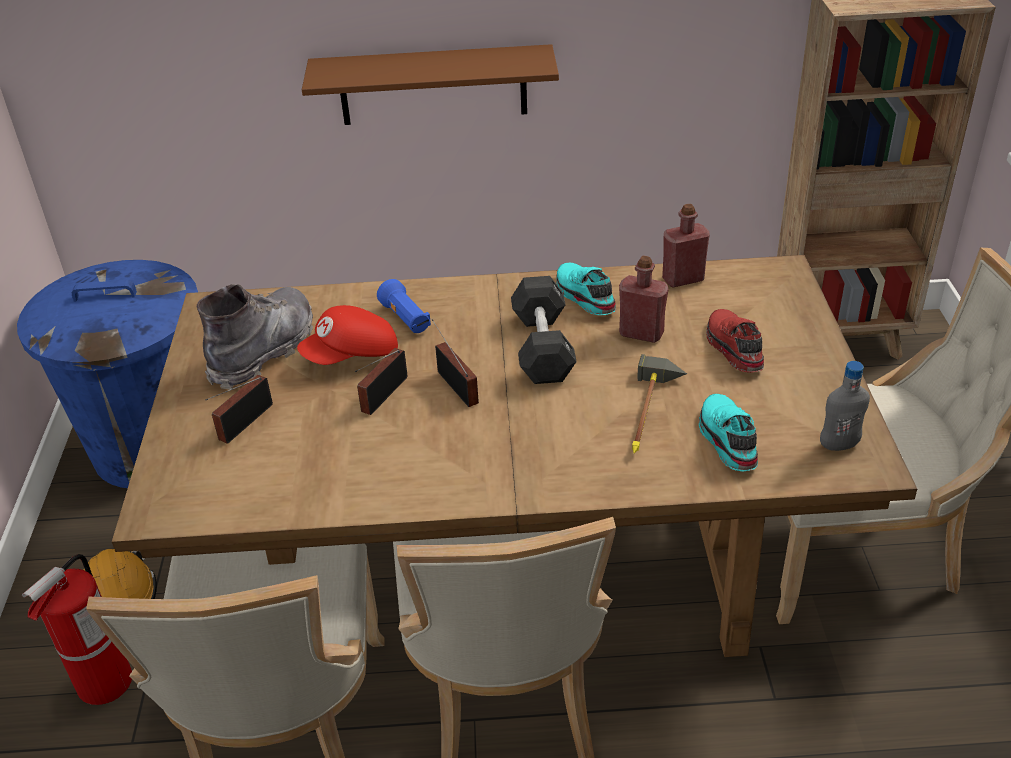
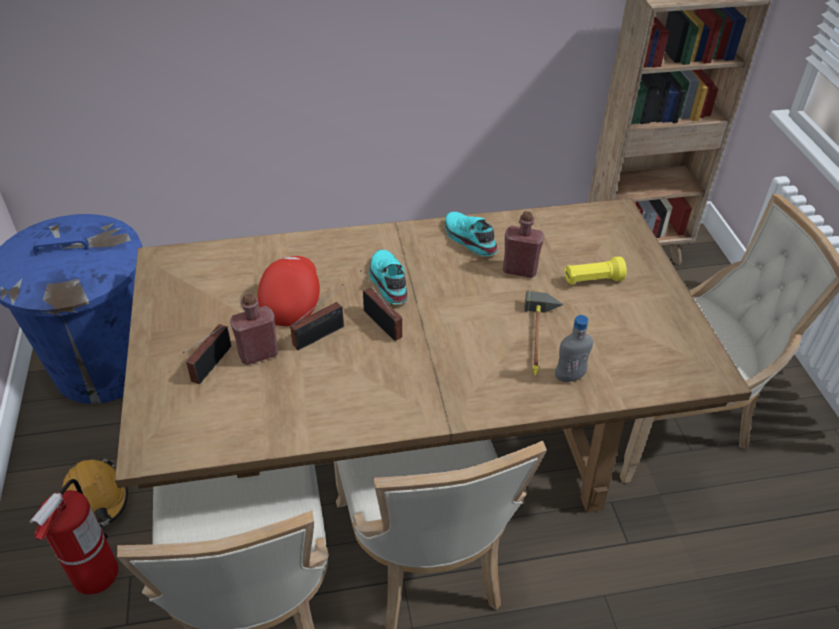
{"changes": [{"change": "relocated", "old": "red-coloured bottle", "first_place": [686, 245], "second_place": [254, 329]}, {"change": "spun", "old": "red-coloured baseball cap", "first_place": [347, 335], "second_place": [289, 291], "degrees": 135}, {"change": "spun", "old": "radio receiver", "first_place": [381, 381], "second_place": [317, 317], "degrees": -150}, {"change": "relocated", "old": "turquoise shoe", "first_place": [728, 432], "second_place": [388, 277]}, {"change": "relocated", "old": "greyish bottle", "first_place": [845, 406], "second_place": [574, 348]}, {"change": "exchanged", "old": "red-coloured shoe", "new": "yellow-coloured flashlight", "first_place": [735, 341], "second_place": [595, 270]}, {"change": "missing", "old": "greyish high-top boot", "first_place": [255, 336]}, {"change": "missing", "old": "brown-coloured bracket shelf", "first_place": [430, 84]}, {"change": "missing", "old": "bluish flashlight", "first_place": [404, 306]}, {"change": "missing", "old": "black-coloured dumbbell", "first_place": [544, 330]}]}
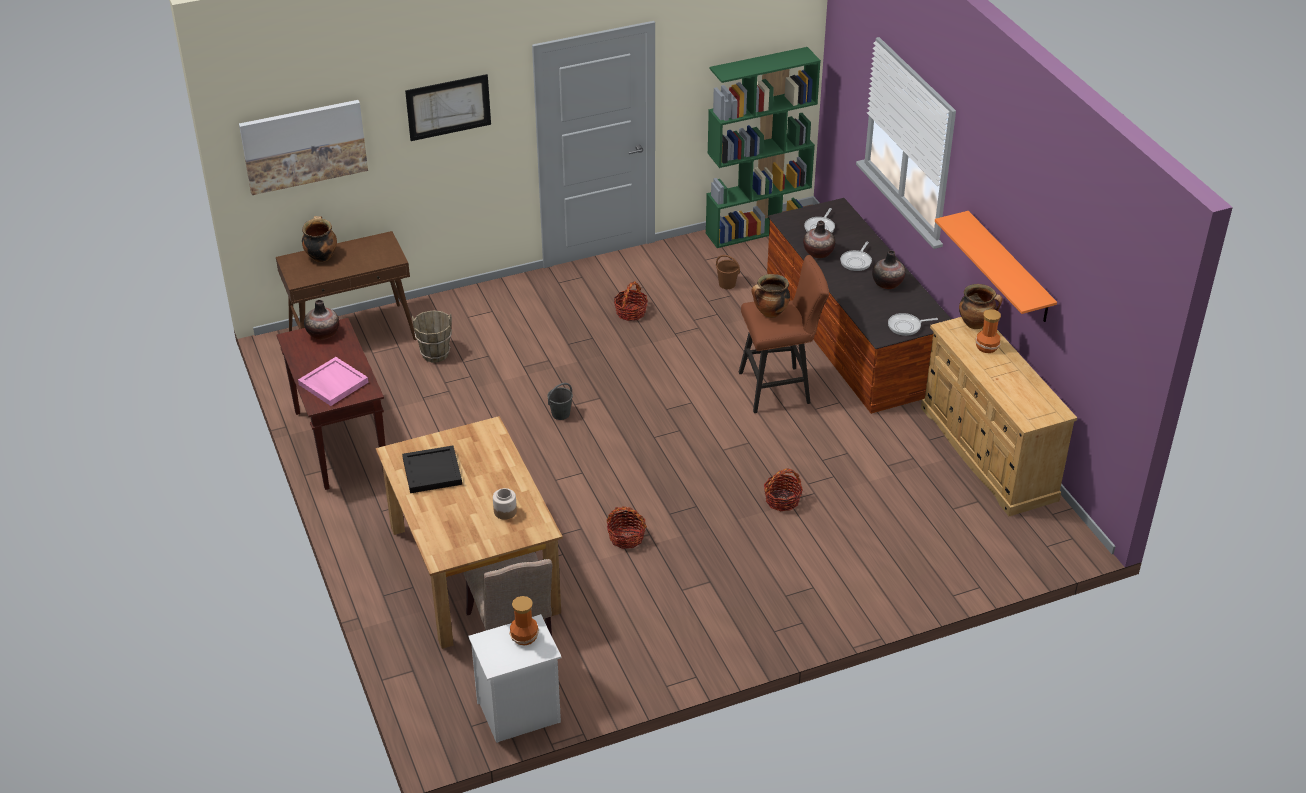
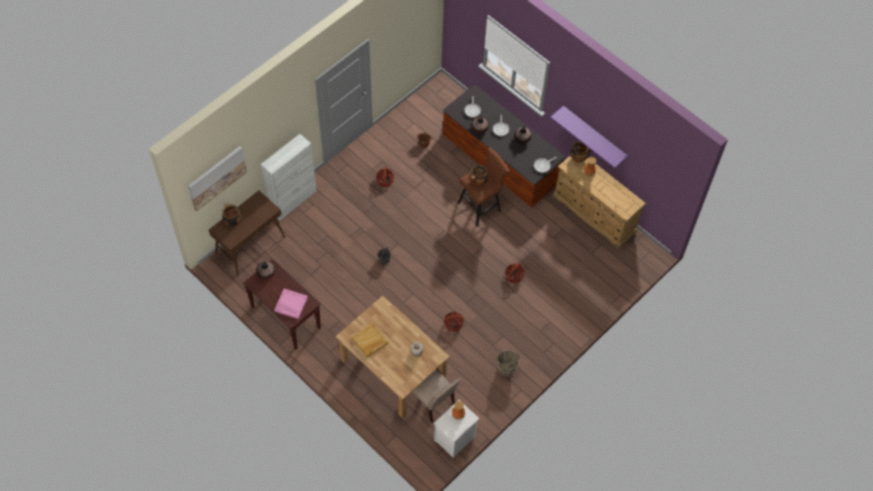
{"changes": [{"change": "appeared", "new": "whitish cabinet", "second_place": [289, 177]}, {"change": "colour", "old": "black-coloured serving tray", "new": "beige serving tray", "first_place": [432, 469], "second_place": [370, 340]}, {"change": "relocated", "old": "brown-coloured water bucket", "first_place": [432, 336], "second_place": [508, 363]}, {"change": "colour", "old": "orange-coloured bracket shelf", "new": "purple bracket shelf", "first_place": [996, 266], "second_place": [589, 137]}, {"change": "missing", "old": "picture", "first_place": [448, 107]}, {"change": "missing", "old": "green shelving unit", "first_place": [763, 147]}]}
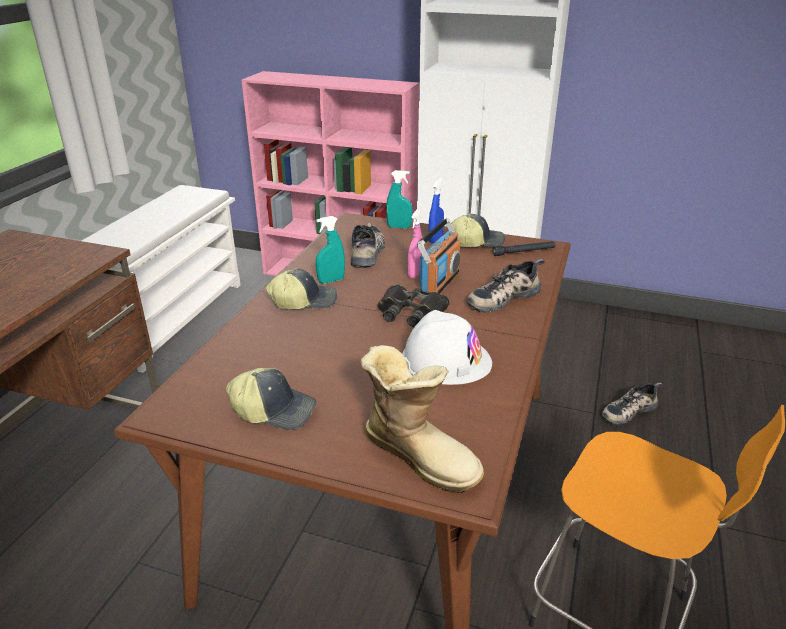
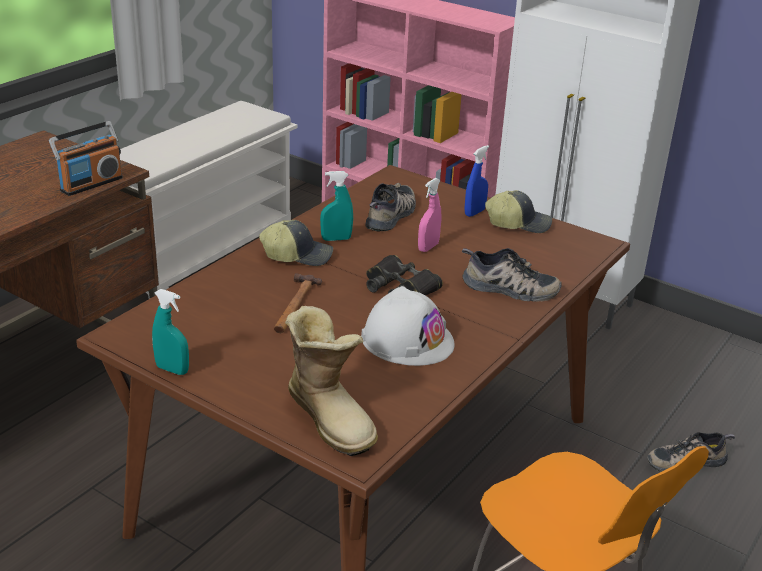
{"changes": [{"change": "relocated", "old": "radio receiver", "first_place": [438, 256], "second_place": [86, 158]}, {"change": "relocated", "old": "turquoise sprayer", "first_place": [399, 199], "second_place": [170, 332]}, {"change": "appeared", "new": "tool hammer", "second_place": [298, 303]}, {"change": "spun", "old": "shoe", "first_place": [506, 285], "second_place": [512, 275], "degrees": -150}, {"change": "missing", "old": "baseball cap", "first_place": [271, 399]}, {"change": "missing", "old": "black-coloured flashlight", "first_place": [523, 248]}]}
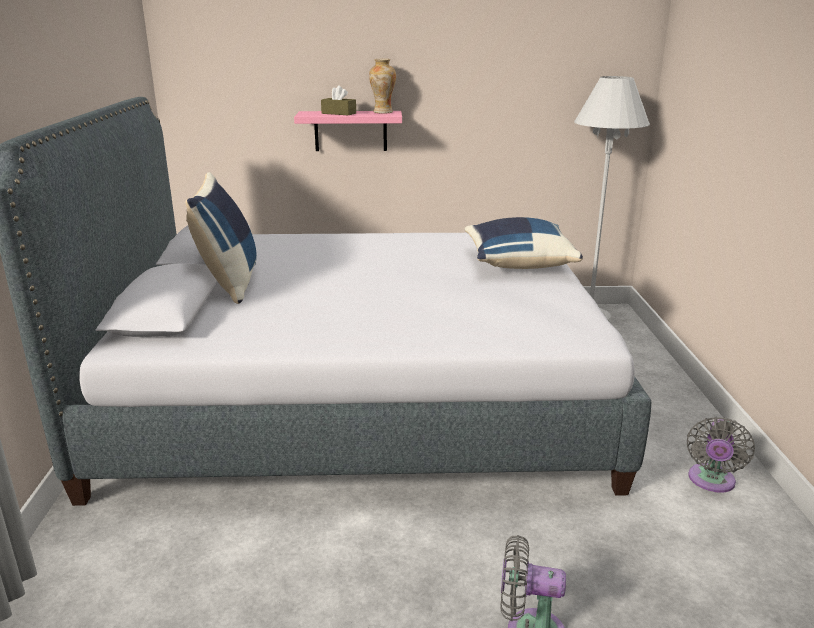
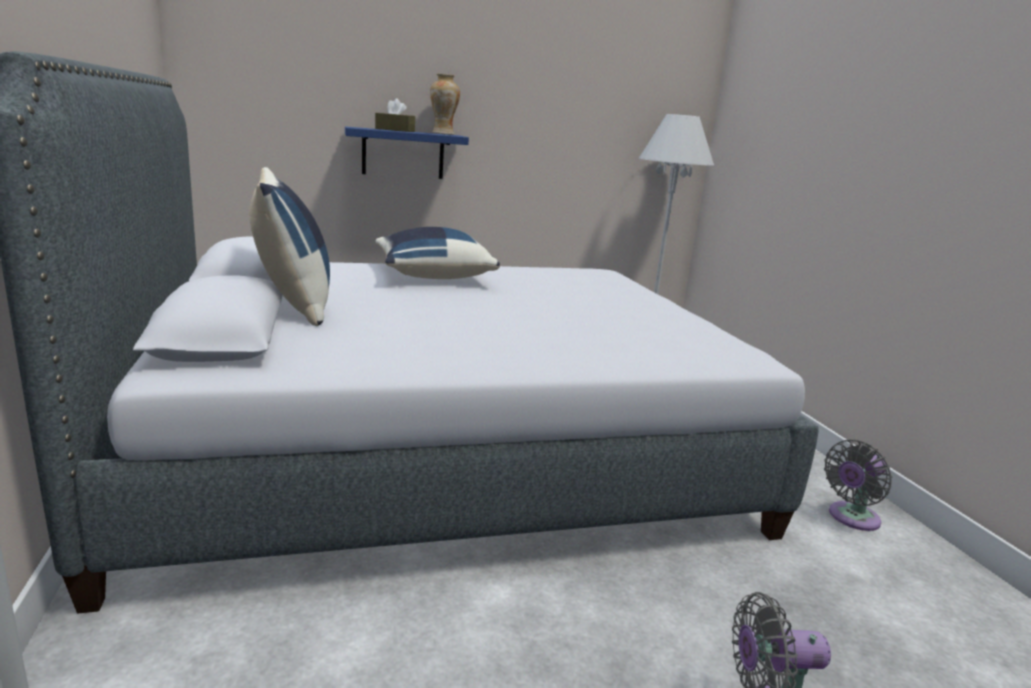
{"changes": [{"change": "colour", "old": "pinkish bracket shelf", "new": "bluish bracket shelf", "first_place": [348, 131], "second_place": [407, 152]}, {"change": "relocated", "old": "bluish pillow", "first_place": [524, 243], "second_place": [438, 253]}, {"change": "spun", "old": "greyish electric fan", "first_place": [721, 455], "second_place": [858, 485], "degrees": 45}]}
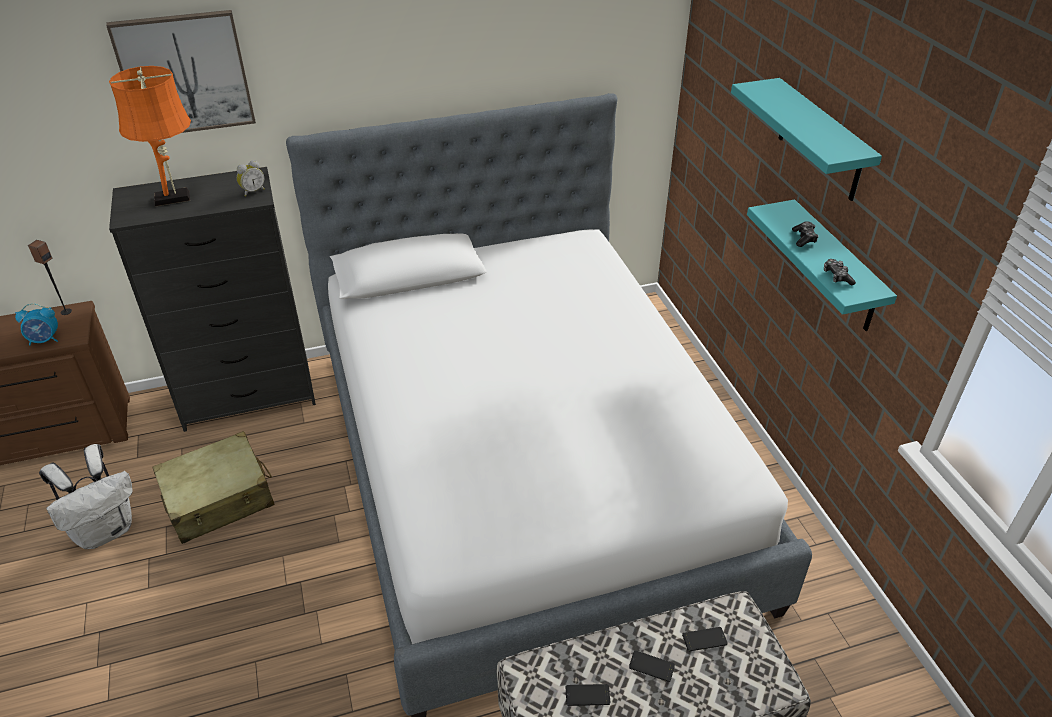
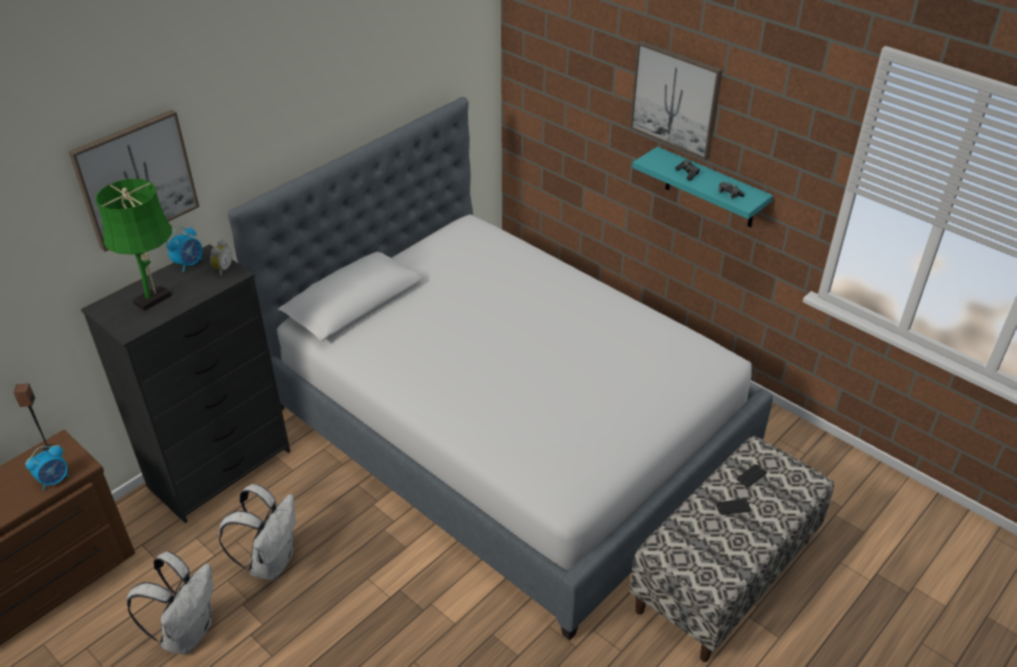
{"changes": [{"change": "colour", "old": "orange-coloured tabletop lamp", "new": "green tabletop lamp", "first_place": [150, 136], "second_place": [134, 245]}, {"change": "appeared", "new": "bedside clock", "second_place": [184, 249]}, {"change": "exchanged", "old": "beige piece of luggage", "new": "whitish rucksack", "first_place": [213, 487], "second_place": [257, 532]}, {"change": "exchanged", "old": "turquoise bracket shelf", "new": "picture", "first_place": [806, 139], "second_place": [676, 100]}, {"change": "missing", "old": "phone", "first_place": [588, 695]}]}
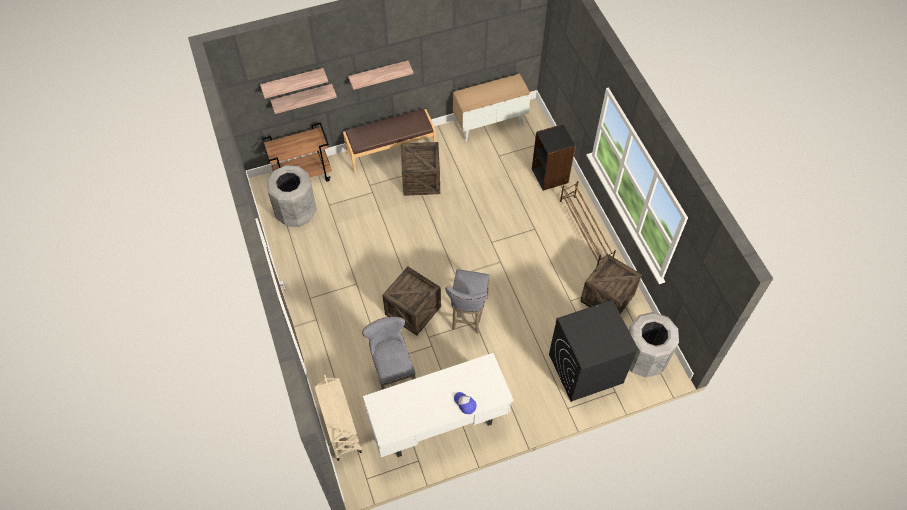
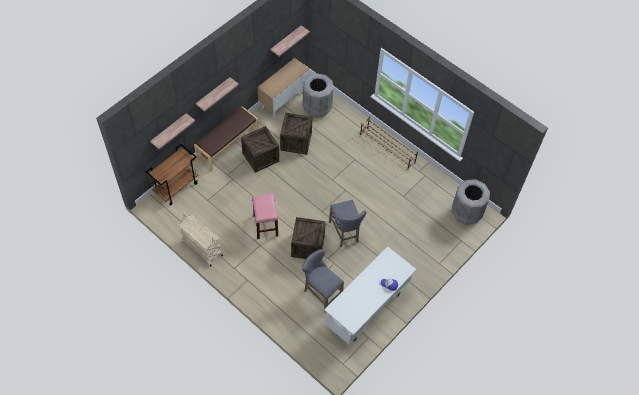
{"changes": [{"change": "relocated", "old": "beige wheeled cart", "first_place": [338, 418], "second_place": [201, 239]}, {"change": "appeared", "new": "pinkish stool seat", "second_place": [265, 216]}, {"change": "relocated", "old": "bracket shelf", "first_place": [294, 83], "second_place": [290, 40]}, {"change": "relocated", "old": "packing crate", "first_place": [611, 284], "second_place": [296, 134]}, {"change": "relocated", "old": "greyish waste bin", "first_place": [291, 196], "second_place": [318, 95]}, {"change": "missing", "old": "black-coloured shelving unit", "first_place": [554, 157]}, {"change": "missing", "old": "black-coloured laundry appliance", "first_place": [594, 351]}]}
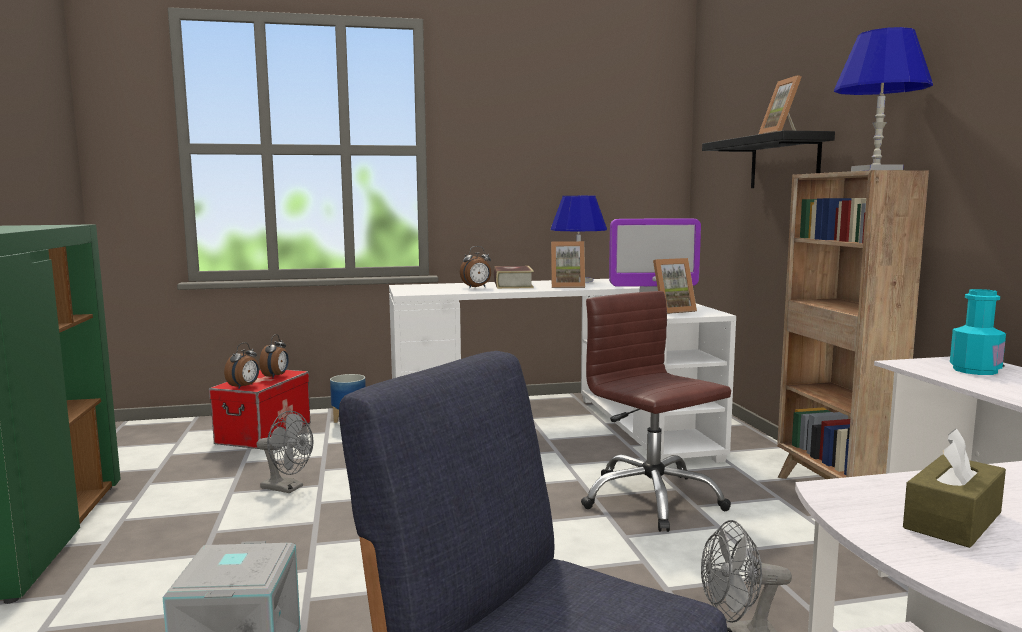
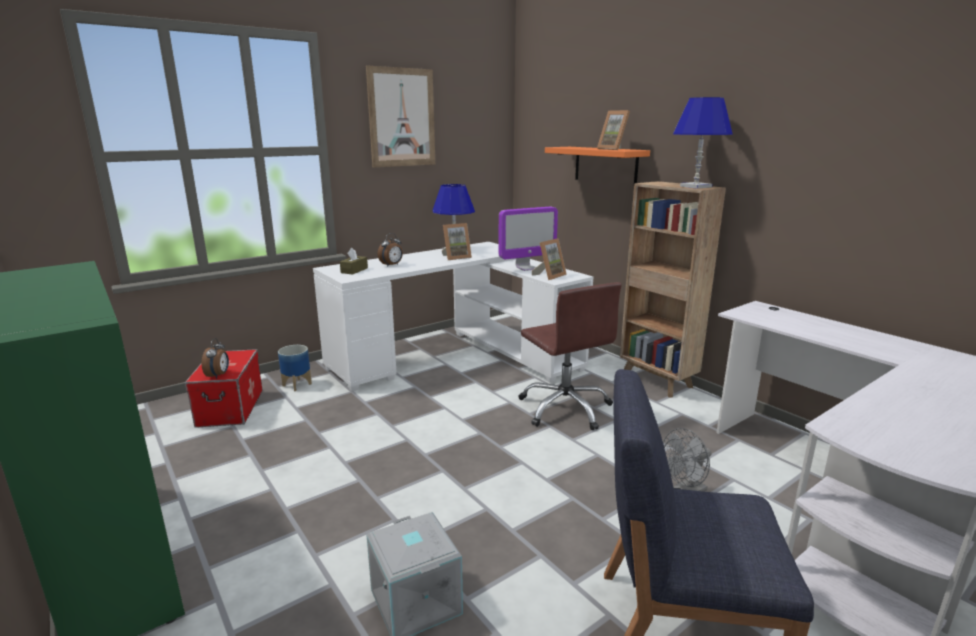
{"changes": [{"change": "relocated", "old": "brown-coloured tissue holder", "first_place": [954, 488], "second_place": [354, 261]}, {"change": "appeared", "new": "picture", "second_place": [400, 117]}, {"change": "spun", "old": "brown-coloured desk chair", "first_place": [656, 411], "second_place": [570, 356], "degrees": -150}, {"change": "colour", "old": "black-coloured bracket shelf", "new": "orange-coloured bracket shelf", "first_place": [768, 159], "second_place": [597, 165]}, {"change": "missing", "old": "greyish electric fan", "first_place": [285, 452]}, {"change": "missing", "old": "bedside clock", "first_place": [274, 356]}, {"change": "missing", "old": "book", "first_place": [514, 277]}, {"change": "missing", "old": "turquoise bottle", "first_place": [978, 332]}]}
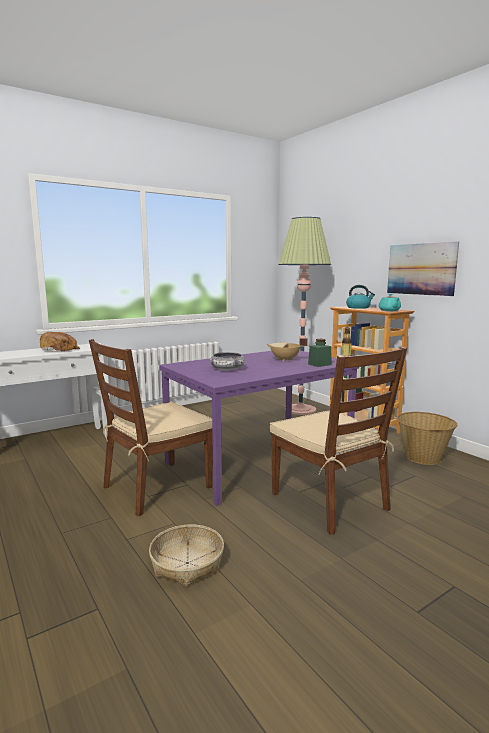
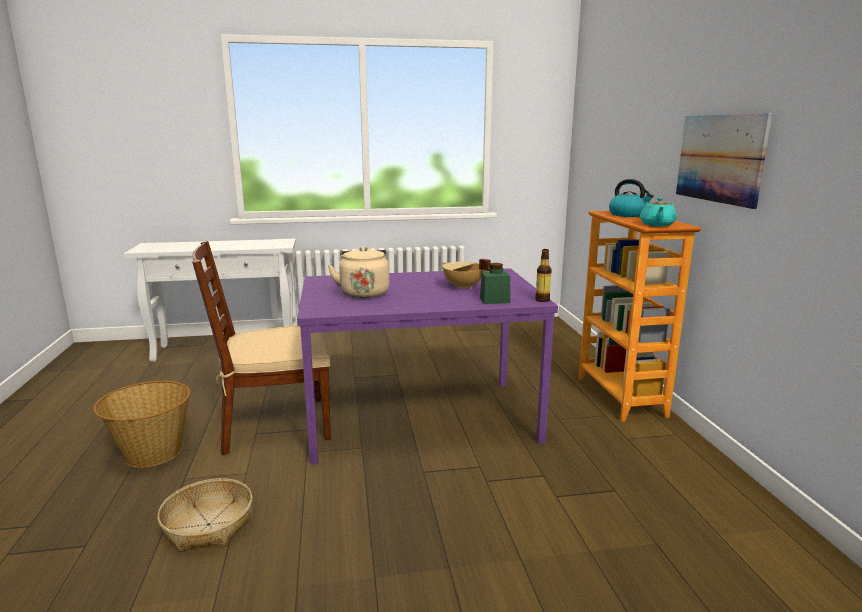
{"changes": [{"change": "relocated", "old": "basket", "first_place": [427, 438], "second_place": [141, 424]}, {"change": "exchanged", "old": "deep dish", "new": "beige kettle", "first_place": [227, 361], "second_place": [358, 272]}, {"change": "missing", "old": "bakery bread", "first_place": [60, 341]}, {"change": "missing", "old": "brown-coloured upright chair", "first_place": [338, 441]}, {"change": "missing", "old": "standard lamp", "first_place": [304, 316]}]}
